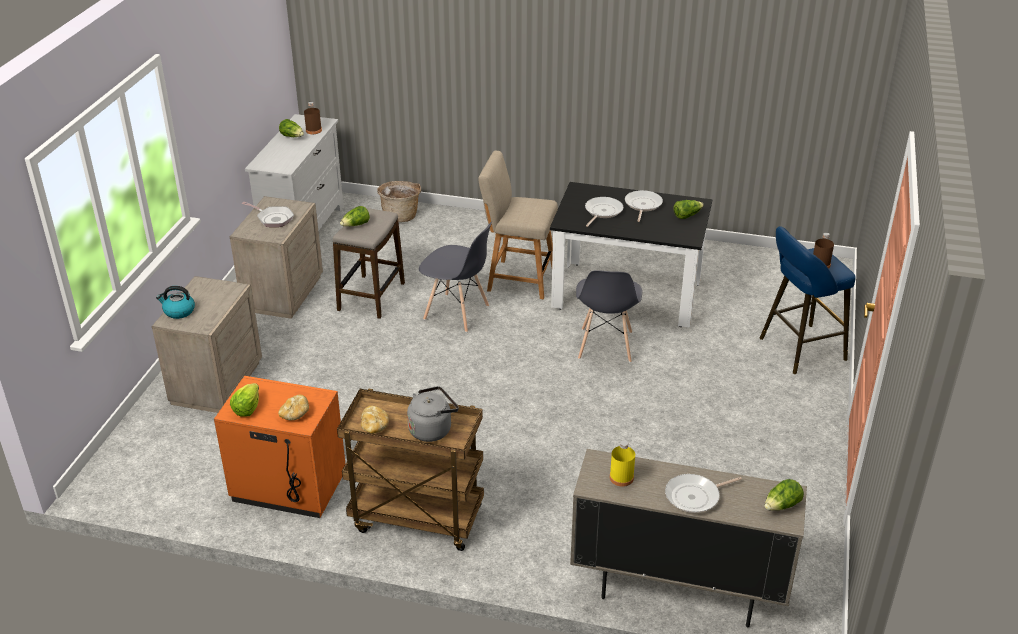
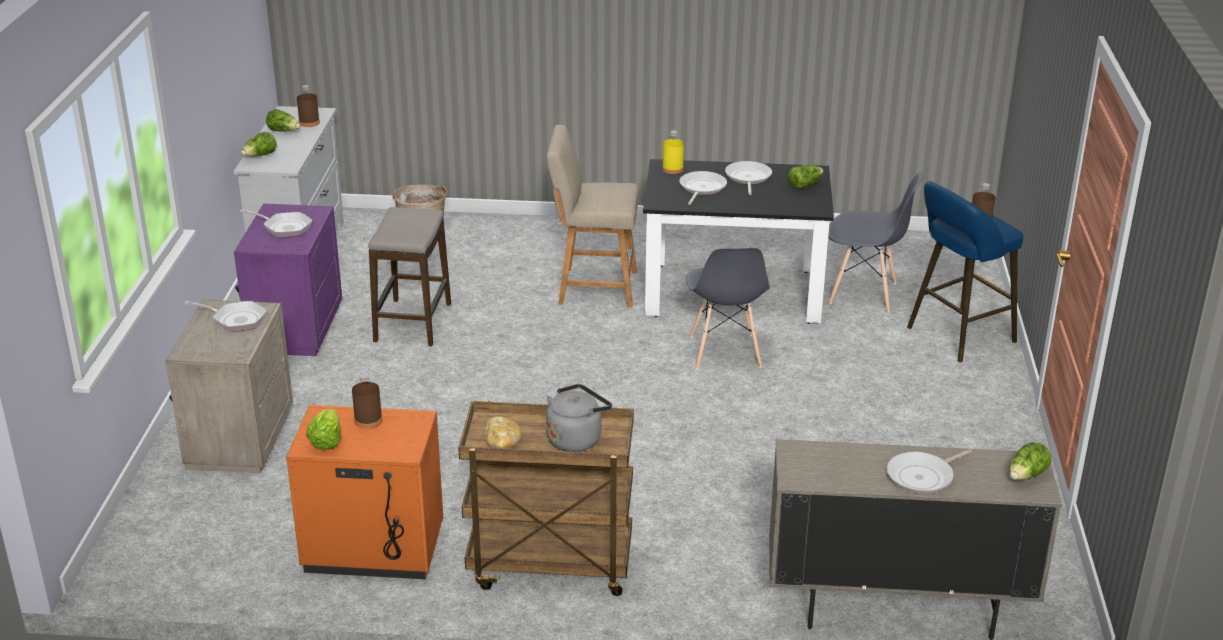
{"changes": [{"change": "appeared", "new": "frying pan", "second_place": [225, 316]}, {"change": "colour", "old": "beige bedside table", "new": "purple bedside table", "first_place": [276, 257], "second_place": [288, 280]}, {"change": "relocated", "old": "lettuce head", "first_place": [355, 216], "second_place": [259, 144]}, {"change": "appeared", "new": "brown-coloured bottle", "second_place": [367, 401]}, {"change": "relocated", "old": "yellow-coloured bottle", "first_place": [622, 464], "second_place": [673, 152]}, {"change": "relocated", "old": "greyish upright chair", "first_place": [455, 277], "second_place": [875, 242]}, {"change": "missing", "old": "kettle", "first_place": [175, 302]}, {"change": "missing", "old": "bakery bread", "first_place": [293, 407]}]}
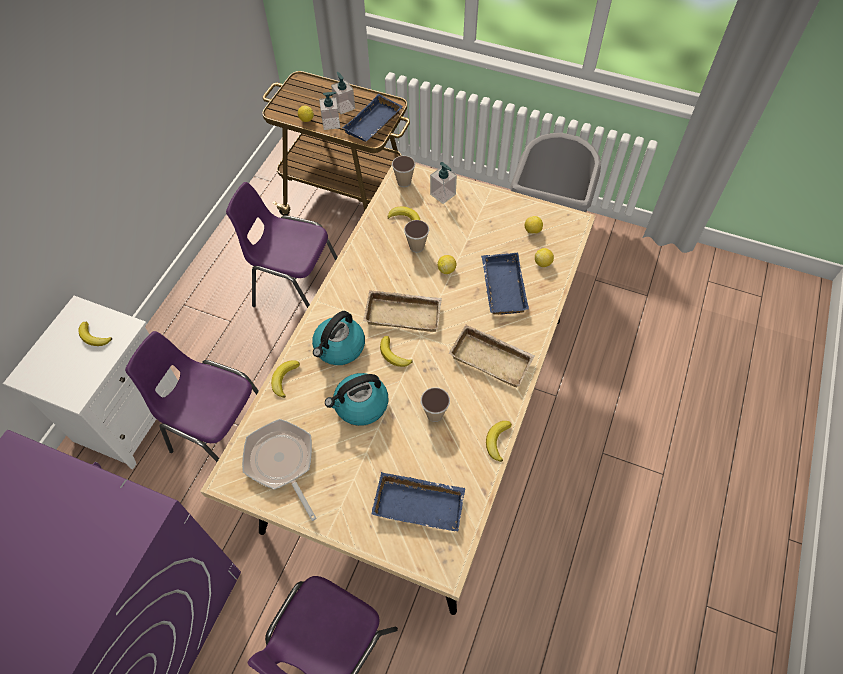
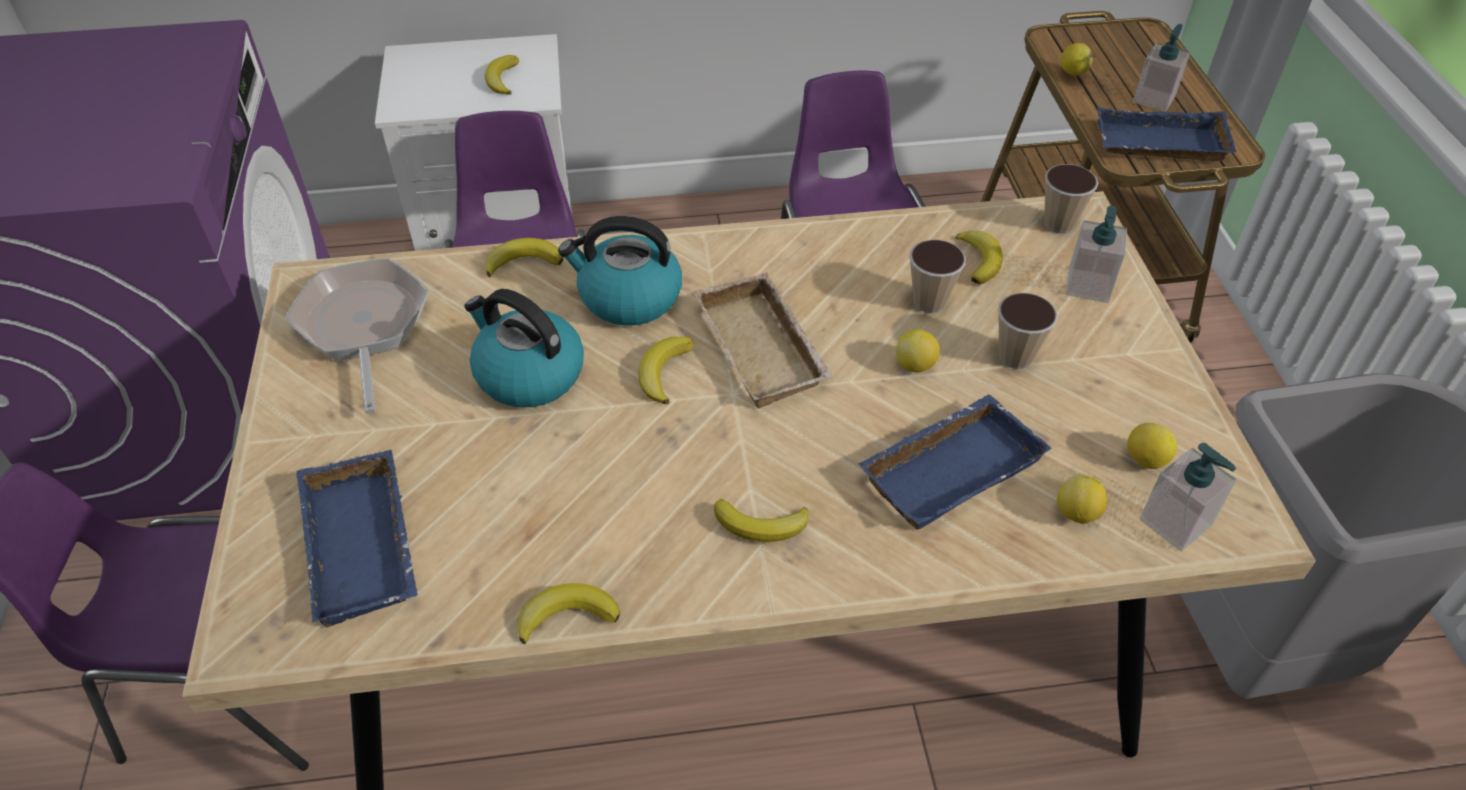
{"changes": [{"change": "spun", "old": "frying pan", "first_place": [279, 470], "second_place": [357, 336], "degrees": -45}, {"change": "exchanged", "old": "beige serving tray", "new": "banana fruit", "first_place": [492, 356], "second_place": [761, 520]}, {"change": "relocated", "old": "small cup", "first_place": [435, 404], "second_place": [1028, 331]}, {"change": "relocated", "old": "liquid soap bottle", "first_place": [329, 111], "second_place": [1188, 497]}]}
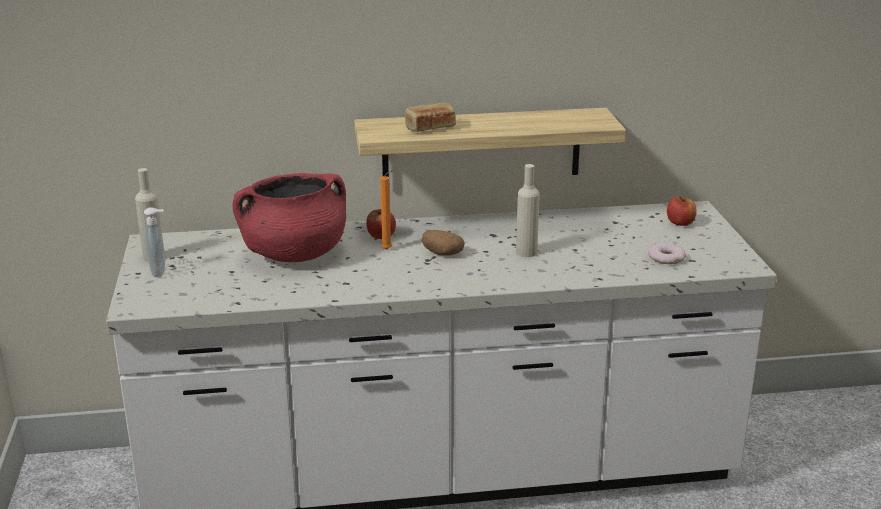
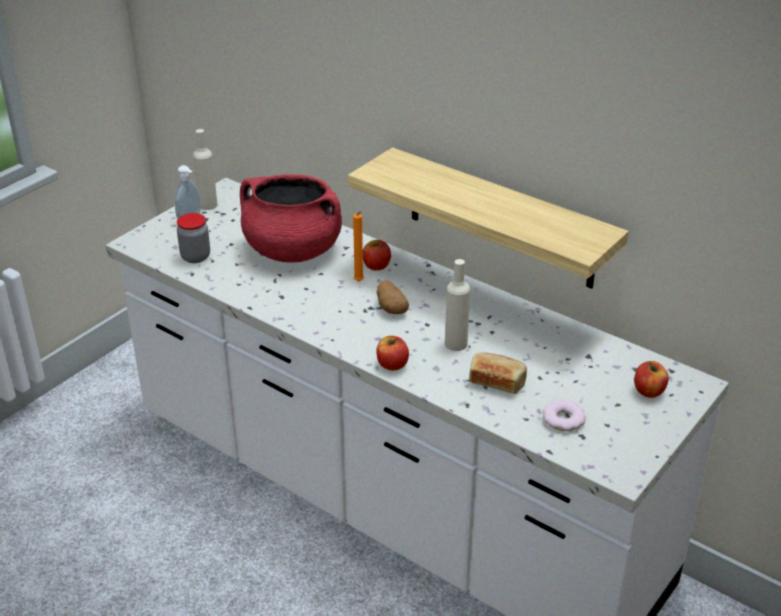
{"changes": [{"change": "appeared", "new": "jar", "second_place": [193, 238]}, {"change": "appeared", "new": "apple", "second_place": [392, 353]}, {"change": "relocated", "old": "bakery bread", "first_place": [430, 117], "second_place": [498, 373]}]}
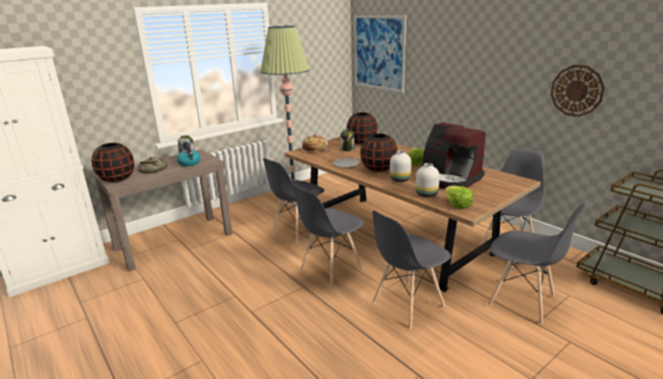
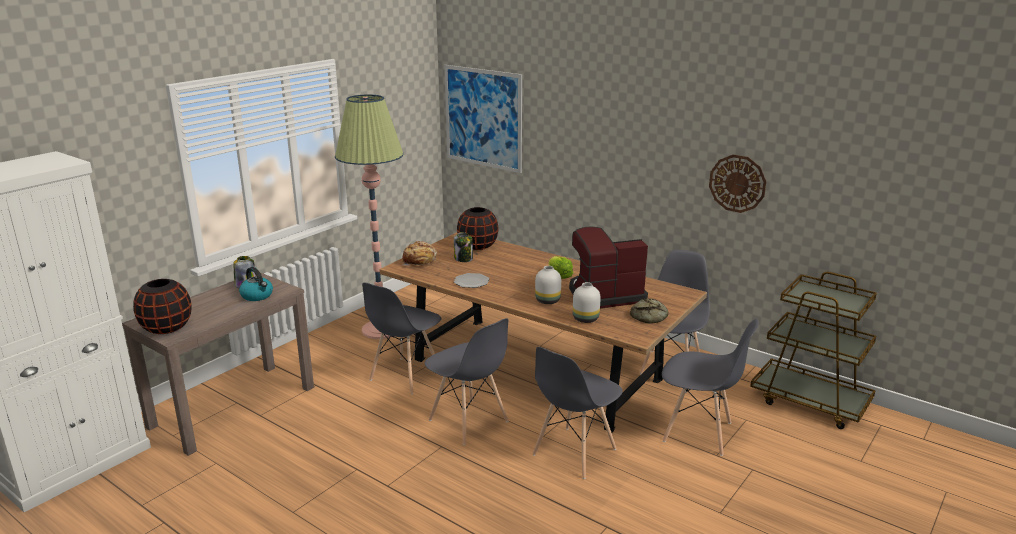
{"changes": [{"change": "spun", "old": "greyish upright chair", "first_place": [328, 237], "second_place": [466, 381], "degrees": -75}, {"change": "spun", "old": "coffee brewer", "first_place": [454, 155], "second_place": [608, 267], "degrees": 135}, {"change": "relocated", "old": "bakery bread", "first_place": [153, 165], "second_place": [649, 311]}, {"change": "missing", "old": "black-coloured decorative vase", "first_place": [378, 153]}, {"change": "missing", "old": "lettuce head", "first_place": [459, 197]}]}
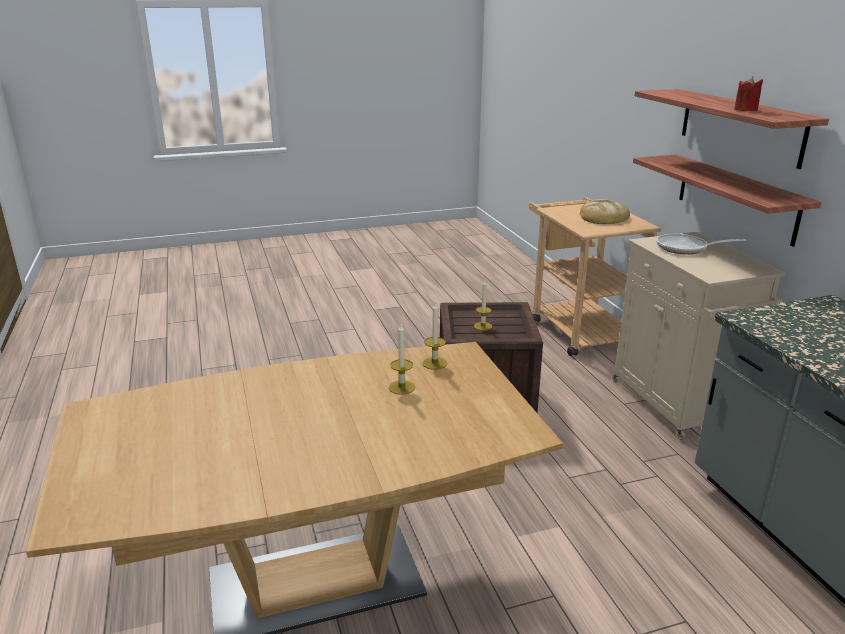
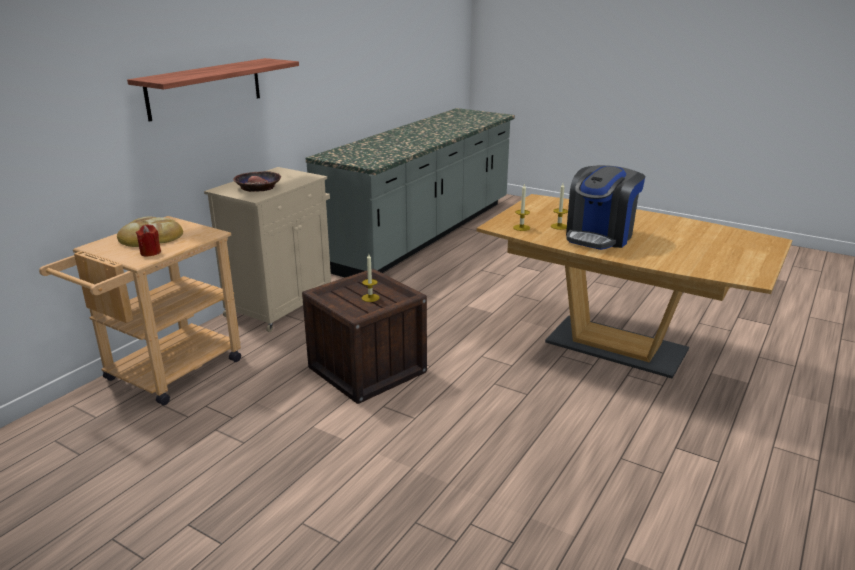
{"changes": [{"change": "relocated", "old": "red-coloured wax light", "first_place": [748, 93], "second_place": [148, 240]}, {"change": "exchanged", "old": "frying pan", "new": "deep dish", "first_place": [701, 244], "second_place": [257, 181]}, {"change": "appeared", "new": "coffee brewer", "second_place": [605, 207]}, {"change": "missing", "old": "bracket shelf", "first_place": [727, 200]}]}
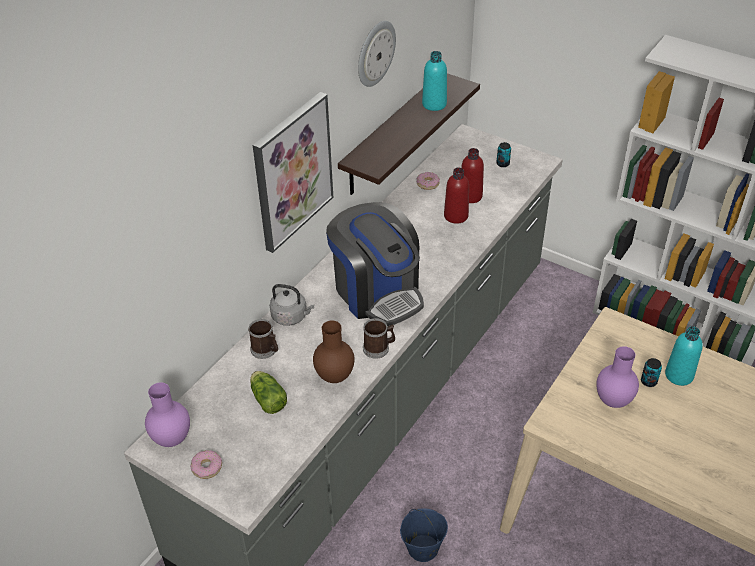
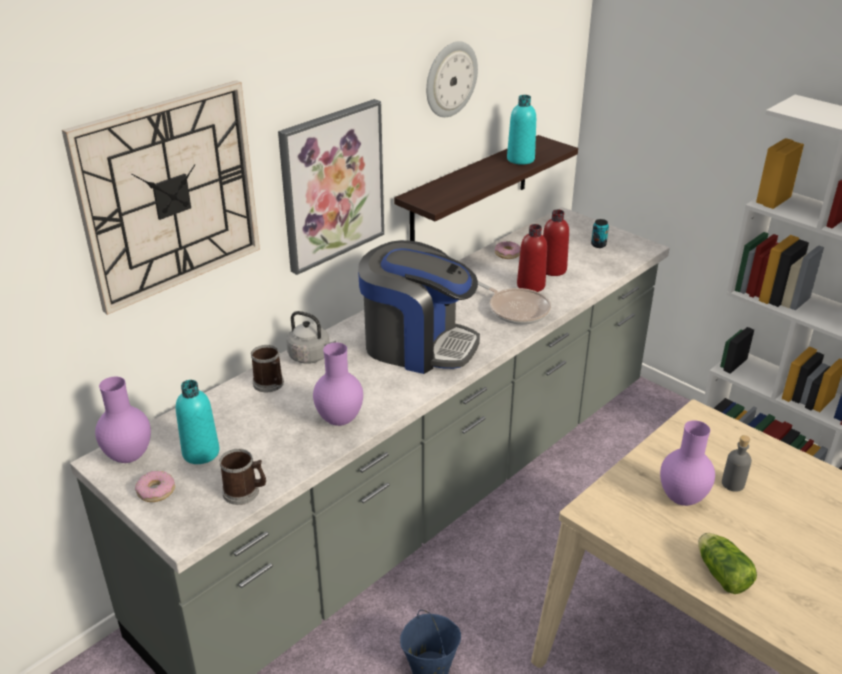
{"changes": [{"change": "appeared", "new": "hanging clock", "second_place": [161, 197]}, {"change": "relocated", "old": "turquoise bottle", "first_place": [684, 356], "second_place": [197, 422]}, {"change": "relocated", "old": "tea mug", "first_place": [379, 338], "second_place": [242, 477]}, {"change": "colour", "old": "brown-coloured decorative vase", "new": "purple decorative vase", "first_place": [333, 351], "second_place": [338, 384]}, {"change": "spun", "old": "coffee brewer", "first_place": [375, 264], "second_place": [419, 307], "degrees": -45}, {"change": "appeared", "new": "frying pan", "second_place": [514, 303]}, {"change": "relocated", "old": "lettuce head", "first_place": [268, 392], "second_place": [727, 563]}, {"change": "exchanged", "old": "can", "new": "greyish bottle", "first_place": [651, 372], "second_place": [737, 463]}]}
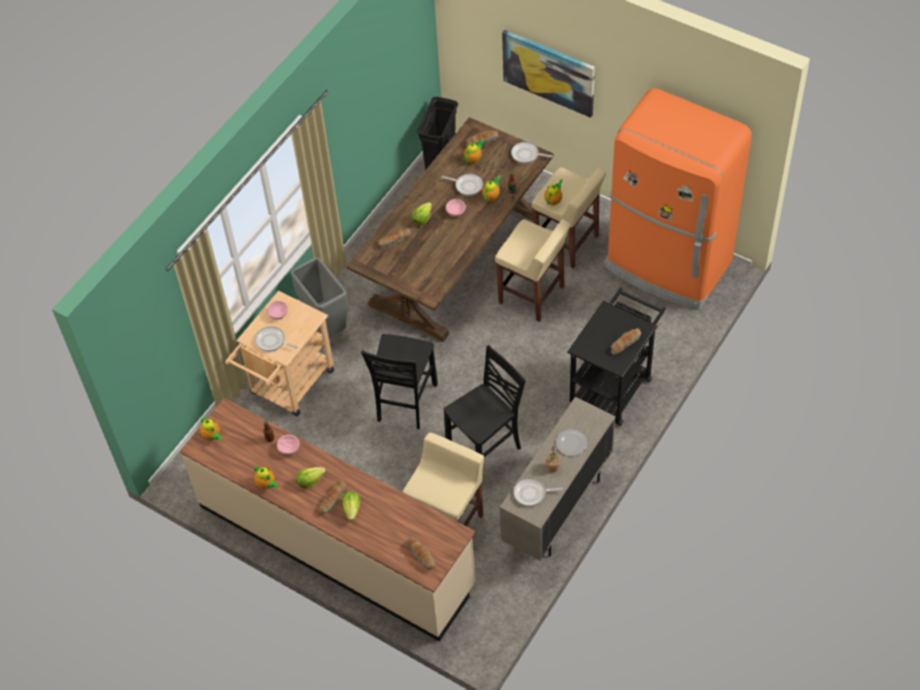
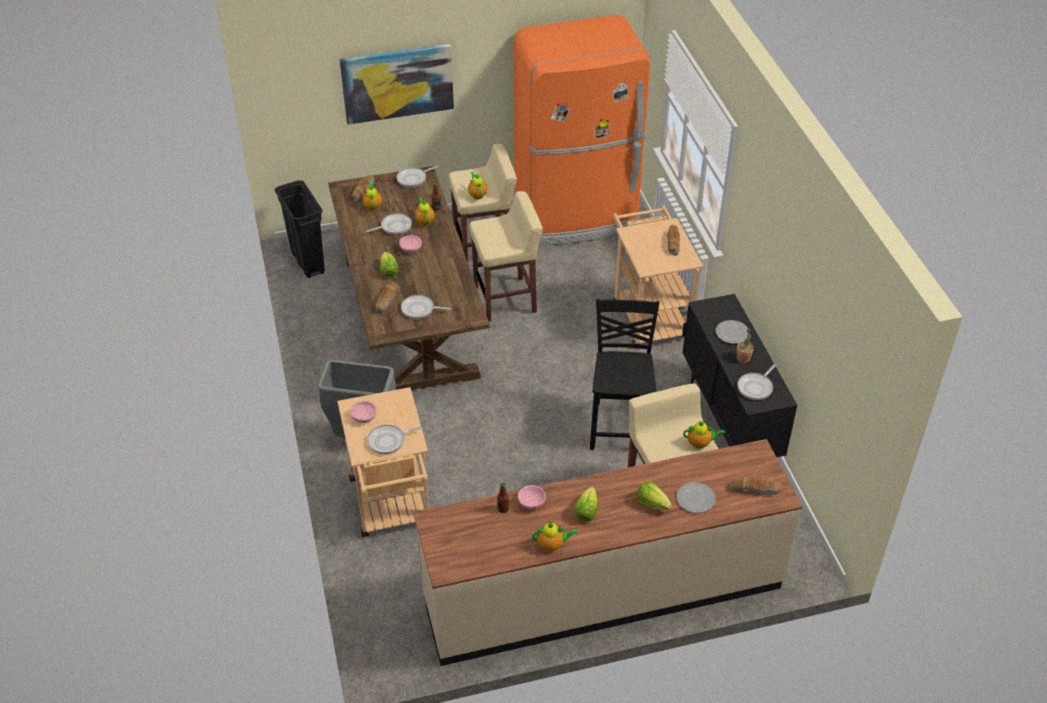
{"changes": [{"change": "appeared", "new": "frying pan", "second_place": [426, 307]}, {"change": "colour", "old": "black-coloured wheeled cart", "new": "beige wheeled cart", "first_place": [616, 356], "second_place": [658, 274]}, {"change": "appeared", "new": "flat dish", "second_place": [696, 497]}, {"change": "colour", "old": "beige cabinet", "new": "black-coloured cabinet", "first_place": [557, 479], "second_place": [739, 375]}, {"change": "relocated", "old": "teapot", "first_place": [211, 429], "second_place": [704, 435]}, {"change": "missing", "old": "bakery bread", "first_place": [333, 497]}, {"change": "missing", "old": "black-coloured upright chair", "first_place": [399, 381]}]}
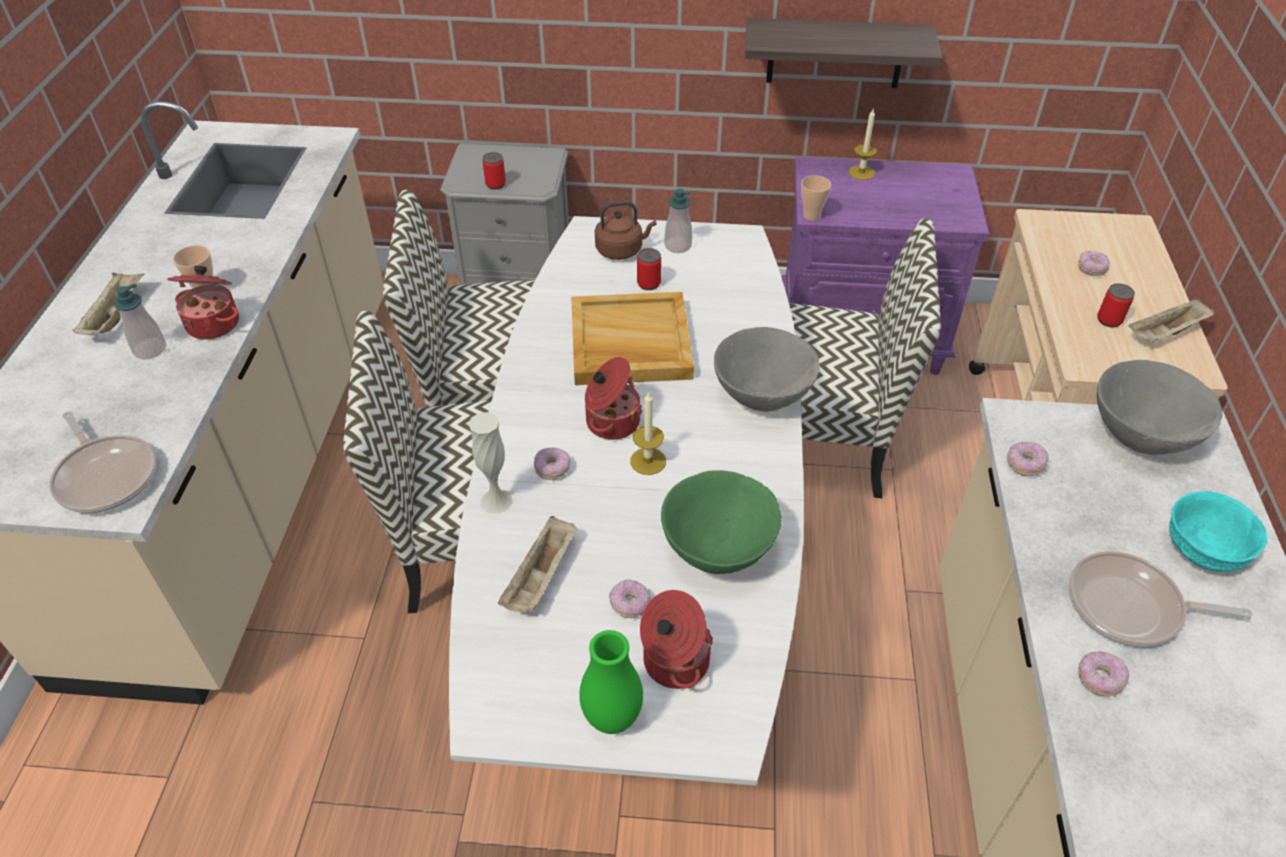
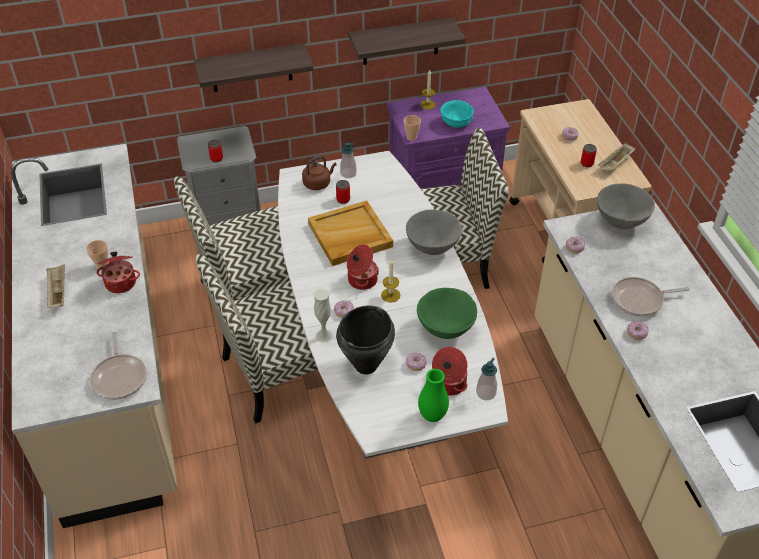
{"changes": [{"change": "spun", "old": "frying pan", "first_place": [103, 462], "second_place": [118, 366], "degrees": 45}, {"change": "appeared", "new": "bracket shelf", "second_place": [253, 68]}, {"change": "exchanged", "old": "beige serving tray", "new": "black-coloured saucepot", "first_place": [537, 564], "second_place": [365, 339]}, {"change": "relocated", "old": "turquoise deep dish", "first_place": [1218, 531], "second_place": [457, 114]}, {"change": "relocated", "old": "liquid soap bottle", "first_place": [140, 321], "second_place": [486, 379]}]}
